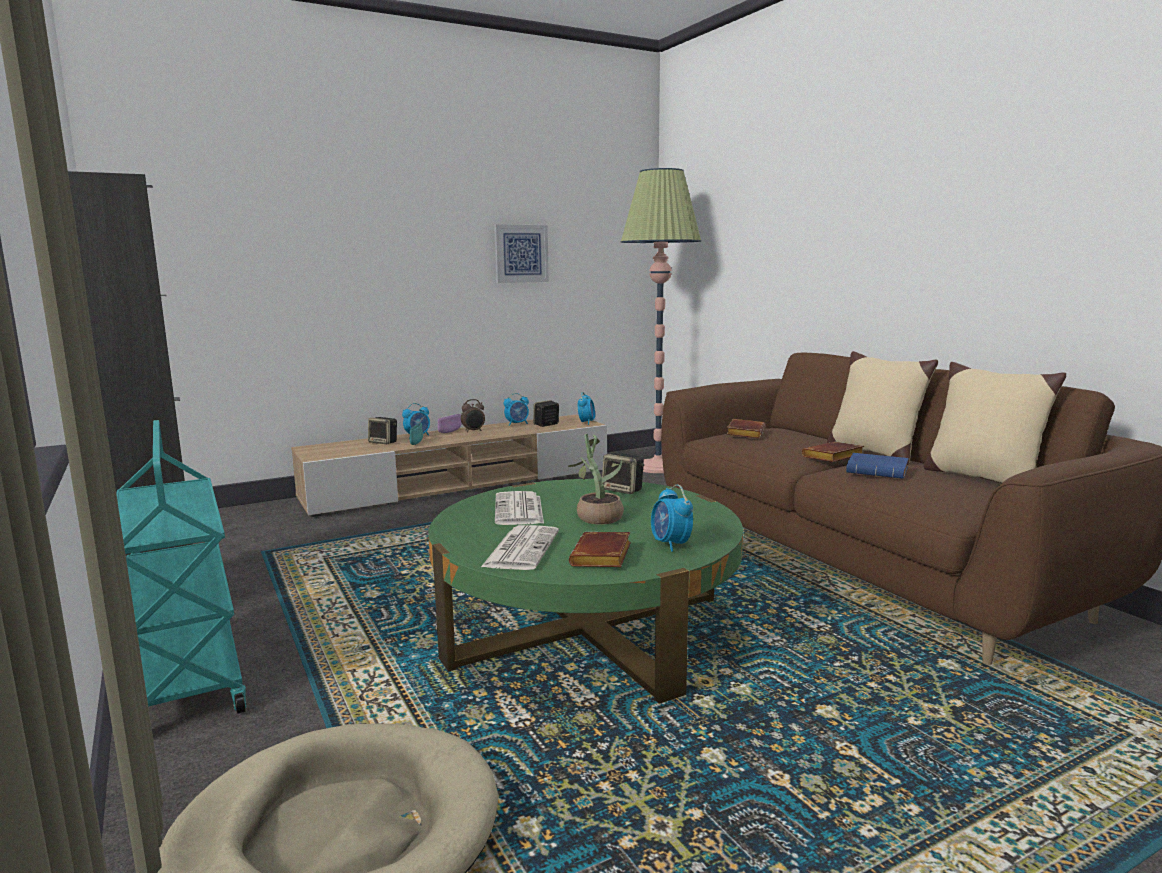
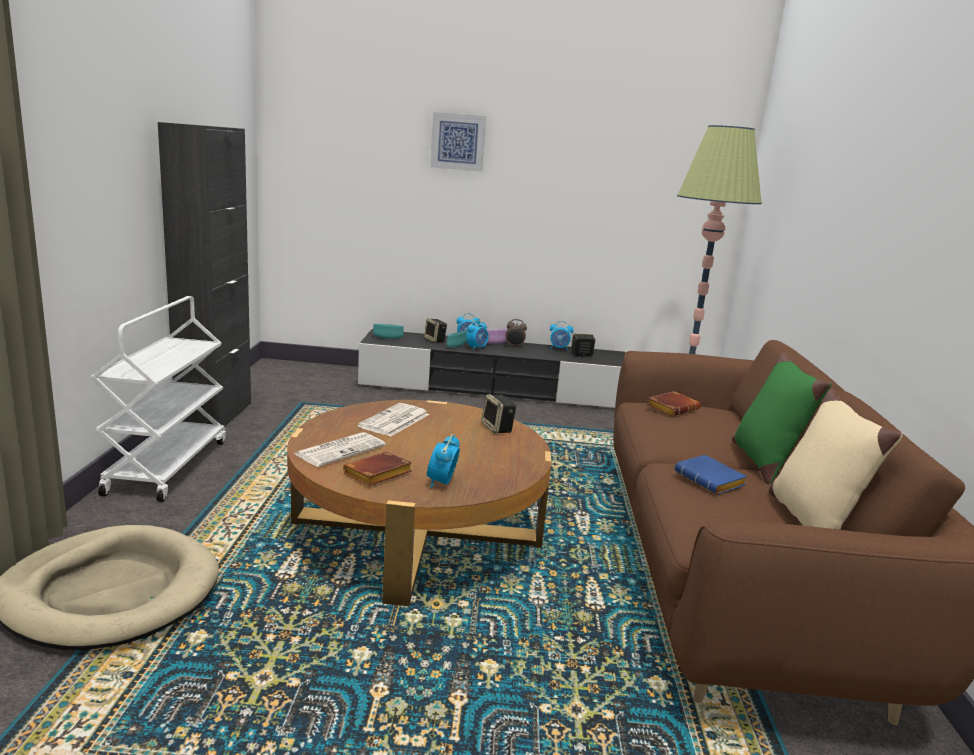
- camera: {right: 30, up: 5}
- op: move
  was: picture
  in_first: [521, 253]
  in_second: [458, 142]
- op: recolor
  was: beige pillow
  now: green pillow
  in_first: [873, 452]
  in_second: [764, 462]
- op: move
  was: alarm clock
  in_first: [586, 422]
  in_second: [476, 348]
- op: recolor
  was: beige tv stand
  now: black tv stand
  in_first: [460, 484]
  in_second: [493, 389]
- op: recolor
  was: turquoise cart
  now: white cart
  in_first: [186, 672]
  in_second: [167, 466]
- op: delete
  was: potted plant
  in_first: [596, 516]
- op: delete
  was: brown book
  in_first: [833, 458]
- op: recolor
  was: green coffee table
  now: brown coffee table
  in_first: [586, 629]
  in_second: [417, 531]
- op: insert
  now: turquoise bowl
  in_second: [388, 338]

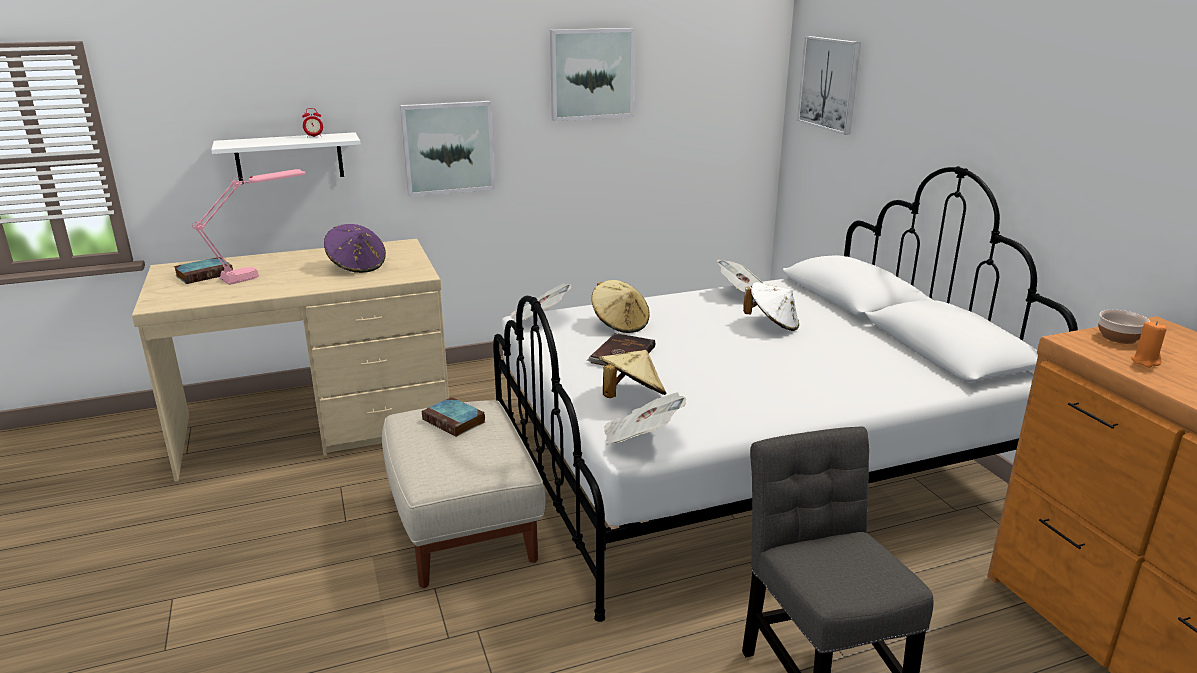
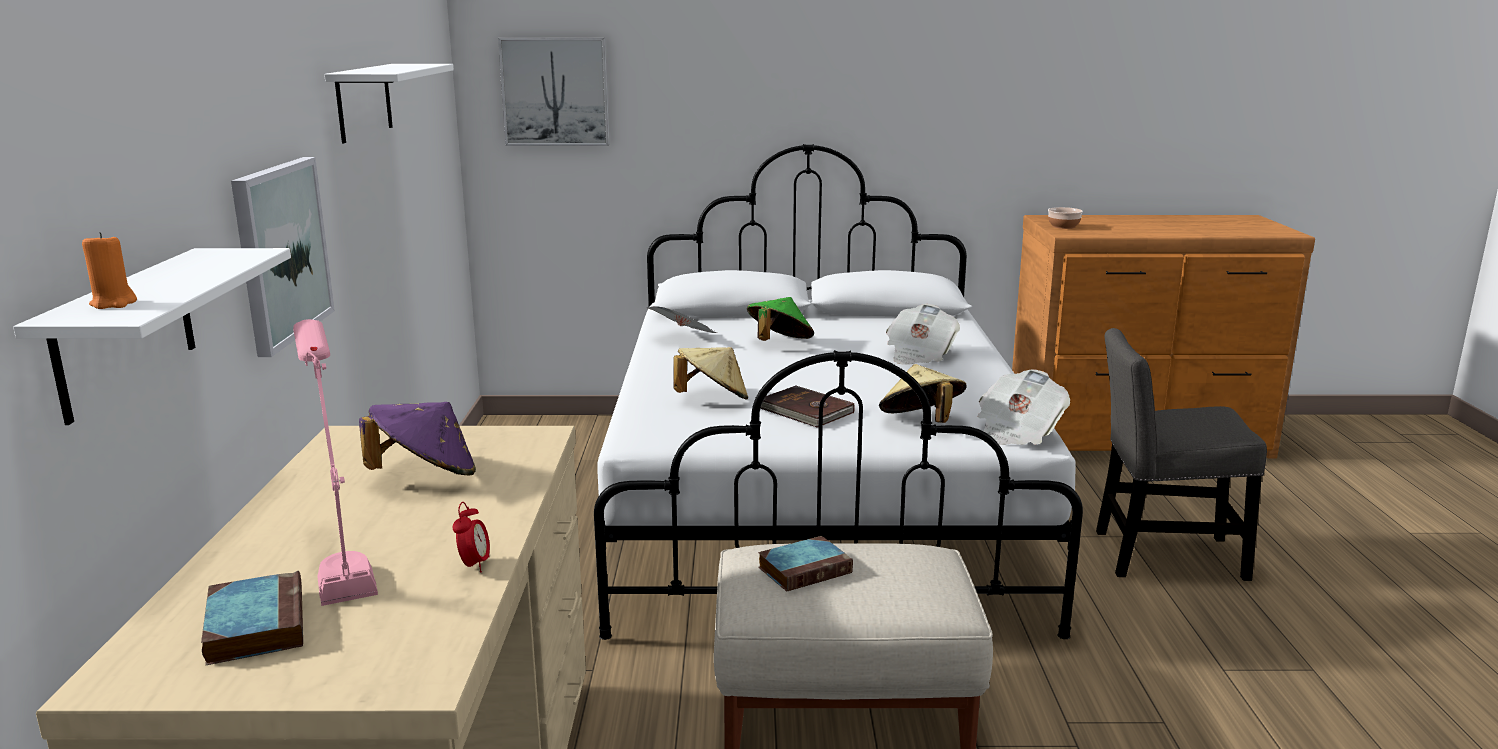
- camera: {right: -70, up: -5}
- op: replace
  was: picture
  now: white shelf
  in_first: [591, 74]
  in_second: [364, 101]
- op: move
  was: alarm clock
  in_first: [314, 137]
  in_second: [474, 565]
- op: recolor
  was: white hat
  now: green hat
  in_first: [772, 325]
  in_second: [779, 343]
- op: move
  was: newspaper
  in_first: [539, 319]
  in_second: [919, 355]
- op: move
  was: orange candle
  in_first: [1145, 361]
  in_second: [114, 304]

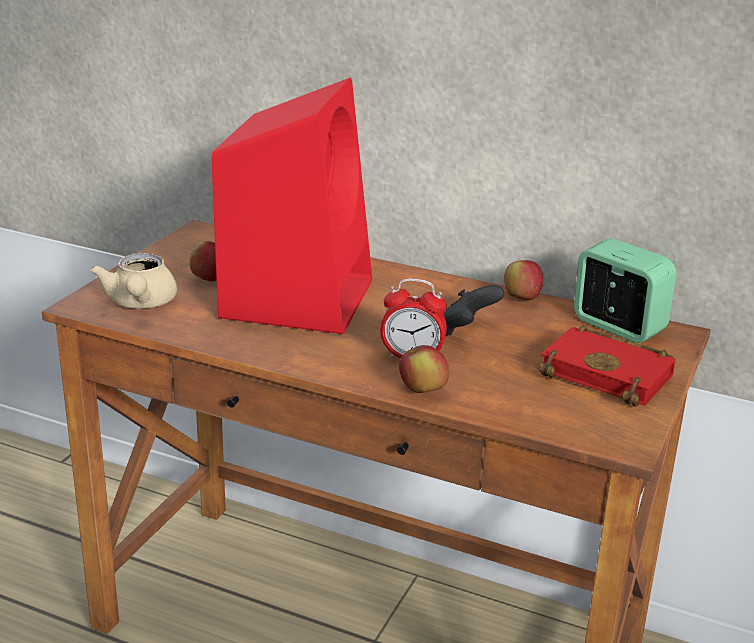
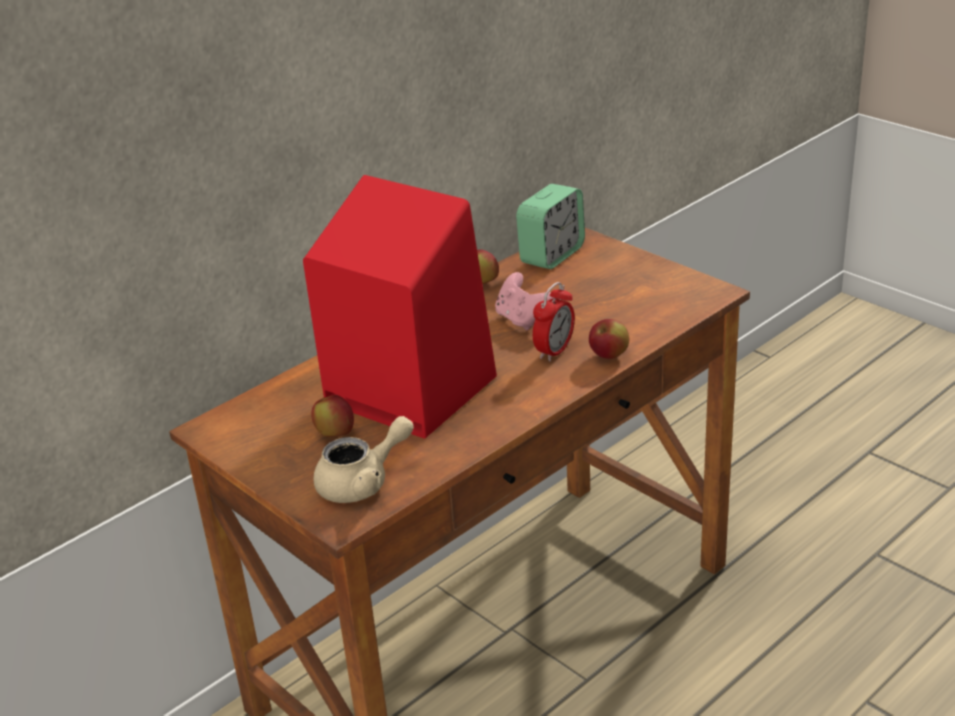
- camera: {right: -65, up: 5}
- op: rotate
  was: alarm clock
  in_first: [618, 326]
  in_second: [552, 255]
  clockwise: 150
- op: rotate
  was: beige teapot
  in_first: [140, 304]
  in_second: [363, 482]
  clockwise: -45
- op: recolor
  was: black game controller
  now: pink game controller
  in_first: [464, 331]
  in_second: [523, 319]
- op: delete
  was: red book
  in_first: [610, 374]

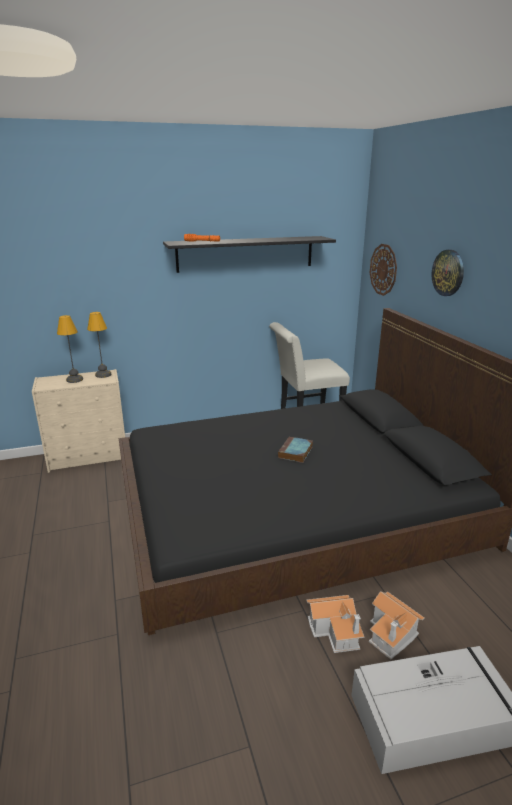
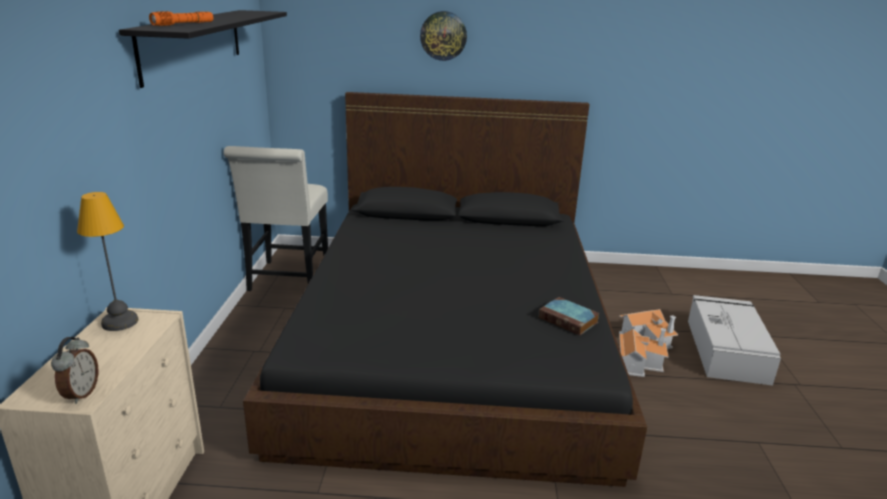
- camera: {right: -70, up: 0}
- op: delete
  was: wall clock
  in_first: [383, 269]
- op: delete
  was: table lamp
  in_first: [75, 379]
- op: move
  was: book
  in_first: [295, 452]
  in_second: [569, 320]
- op: insert
  now: alarm clock
  in_second: [80, 394]

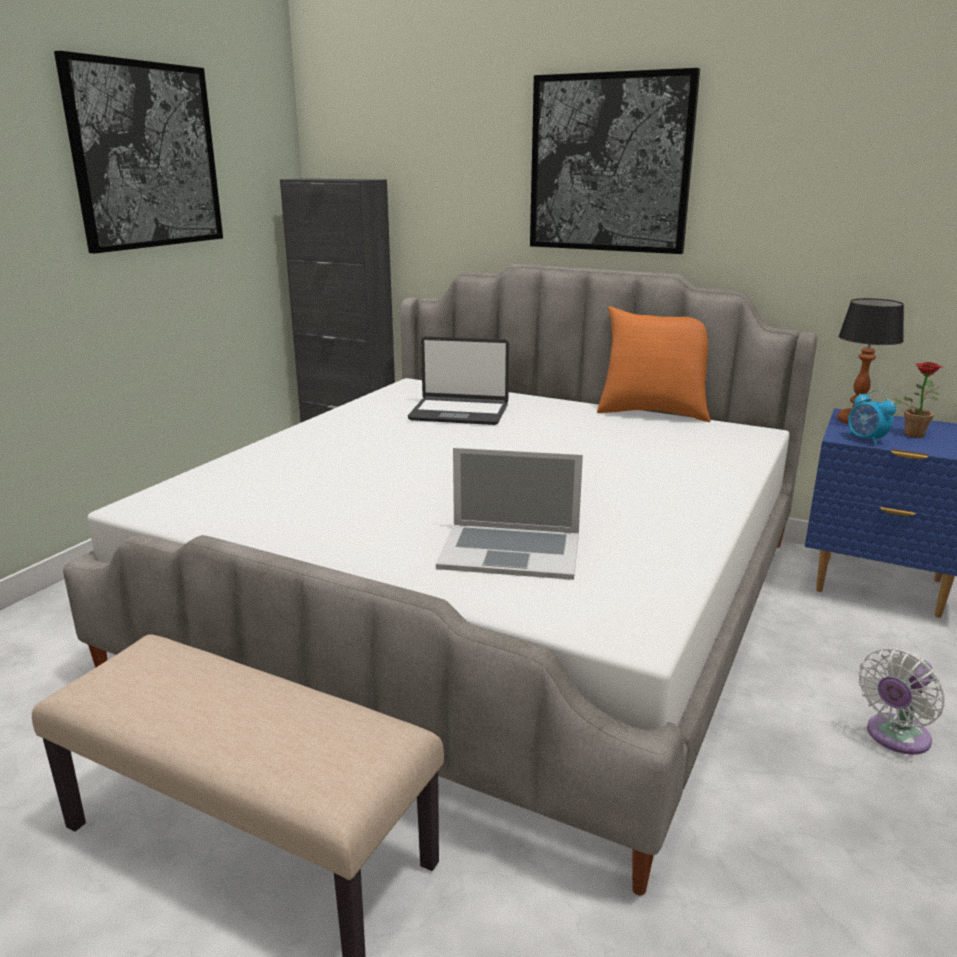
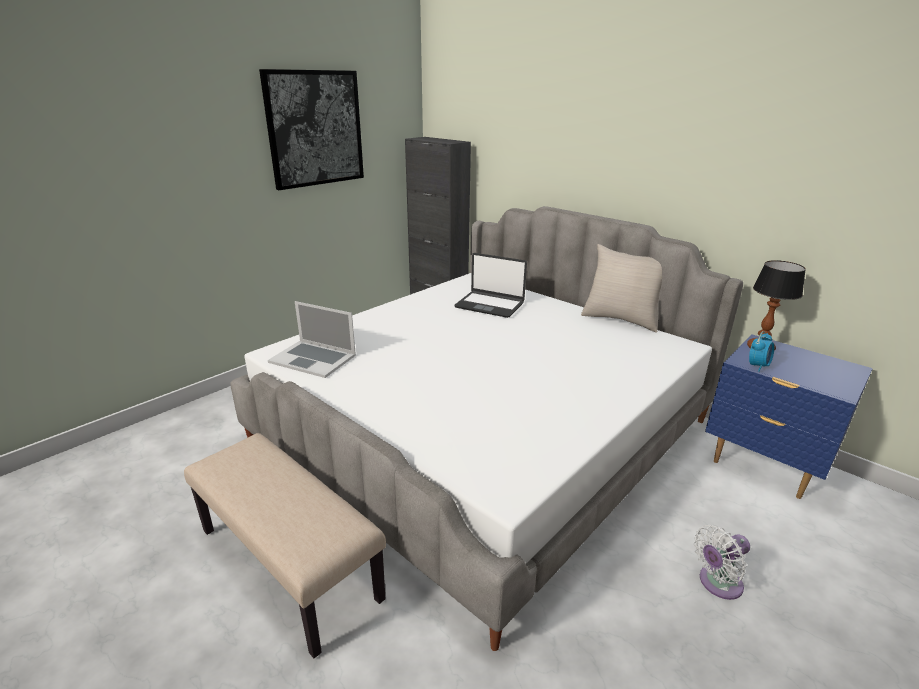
- camera: {right: 15, up: 5}
- op: delete
  was: picture
  in_first: [609, 164]
- op: recolor
  was: orange pillow
  now: beige pillow
  in_first: [653, 412]
  in_second: [621, 319]
- op: delete
  was: potted plant
  in_first: [913, 433]
- op: rotate
  was: alarm clock
  in_first: [866, 440]
  in_second: [758, 366]
  clockwise: -120
- op: move
  was: laptop
  in_first: [510, 551]
  in_second: [313, 358]

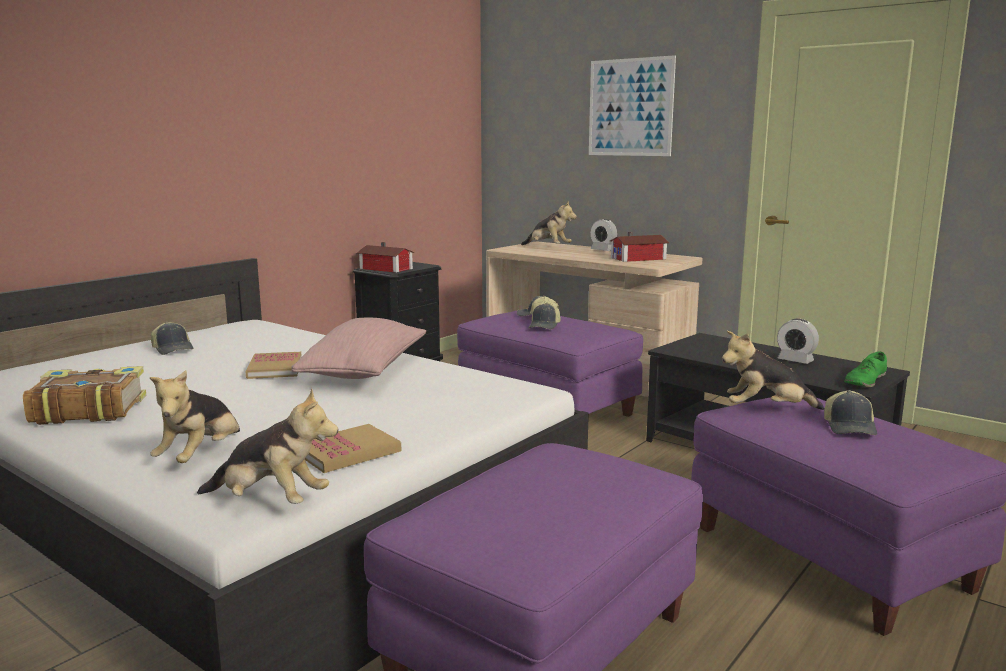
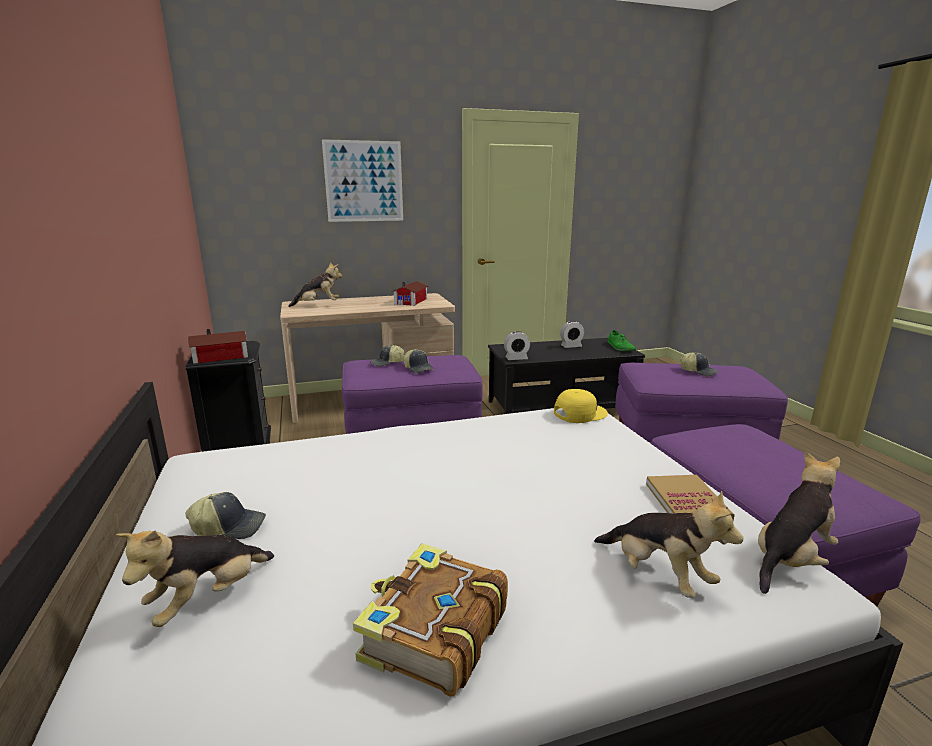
- camera: {right: -55, up: 5}
- op: move
  was: alarm clock
  in_first: [603, 250]
  in_second: [516, 358]
- op: delete
  was: pink pillow
  in_first: [365, 372]
- op: move
  was: plush toy
  in_first: [766, 409]
  in_second: [207, 598]
- op: delete
  was: book
  in_first: [275, 368]
- op: insert
  now: yellow cap
  in_second: [579, 413]

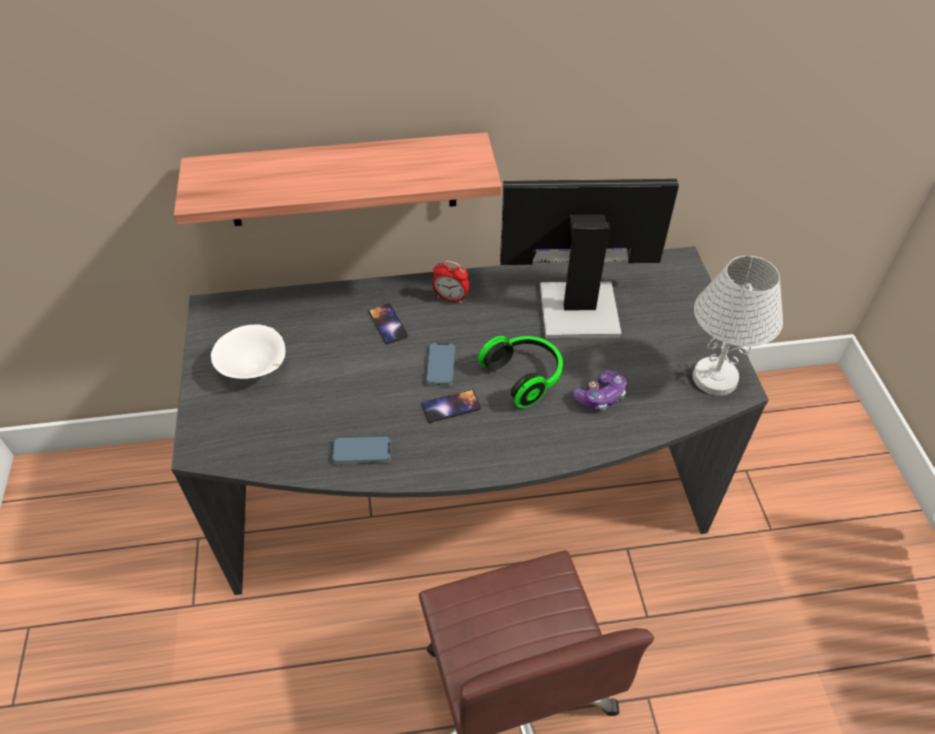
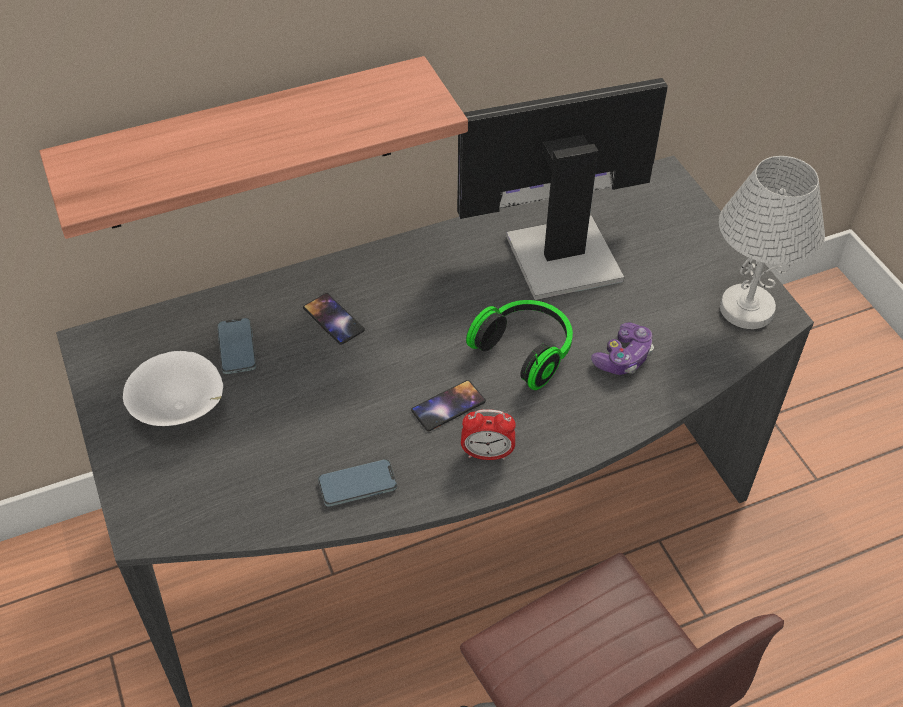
- camera: {right: -15, up: 0}
- op: move
  was: alarm clock
  in_first: [451, 298]
  in_second: [487, 454]
- op: move
  was: phone
  in_first: [441, 366]
  in_second: [237, 348]

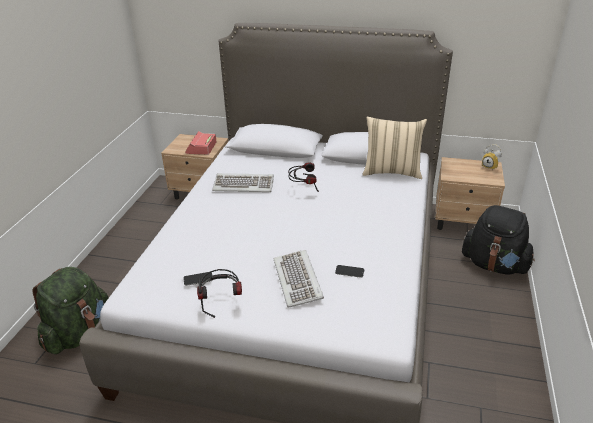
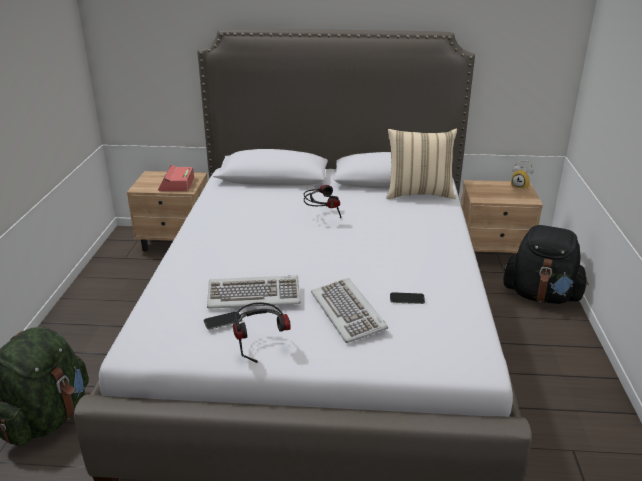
- camera: {right: -10, up: -5}
- op: move
  was: keyboard
  in_first: [244, 185]
  in_second: [254, 295]

